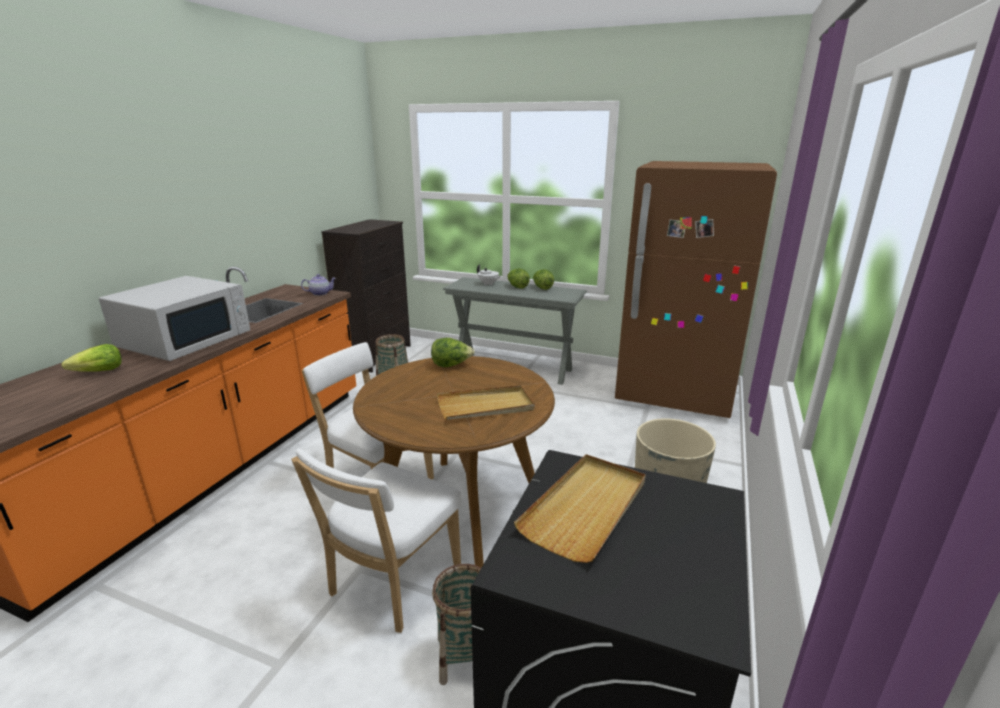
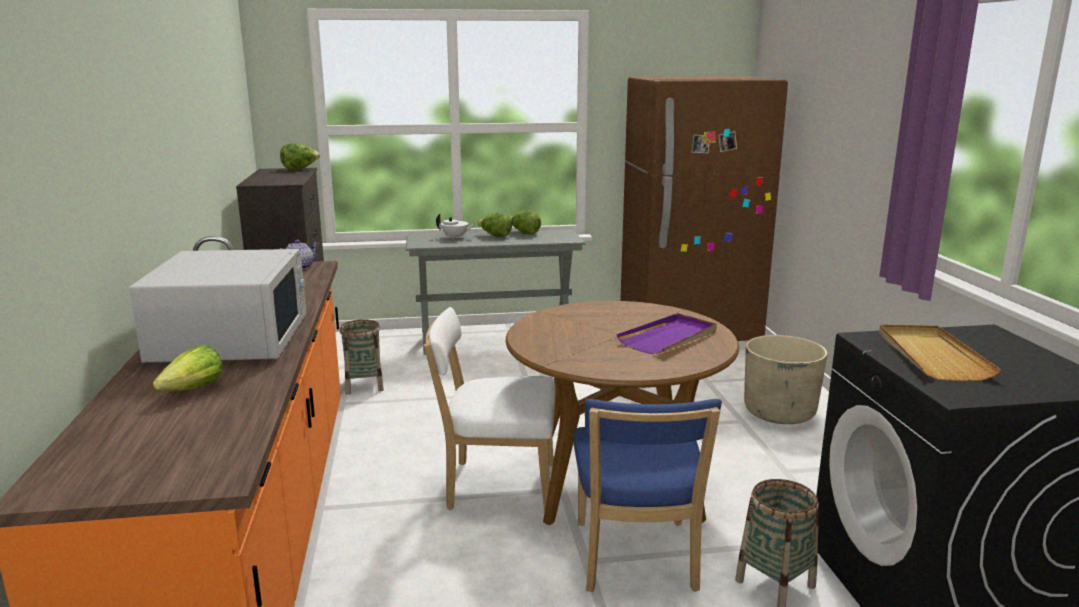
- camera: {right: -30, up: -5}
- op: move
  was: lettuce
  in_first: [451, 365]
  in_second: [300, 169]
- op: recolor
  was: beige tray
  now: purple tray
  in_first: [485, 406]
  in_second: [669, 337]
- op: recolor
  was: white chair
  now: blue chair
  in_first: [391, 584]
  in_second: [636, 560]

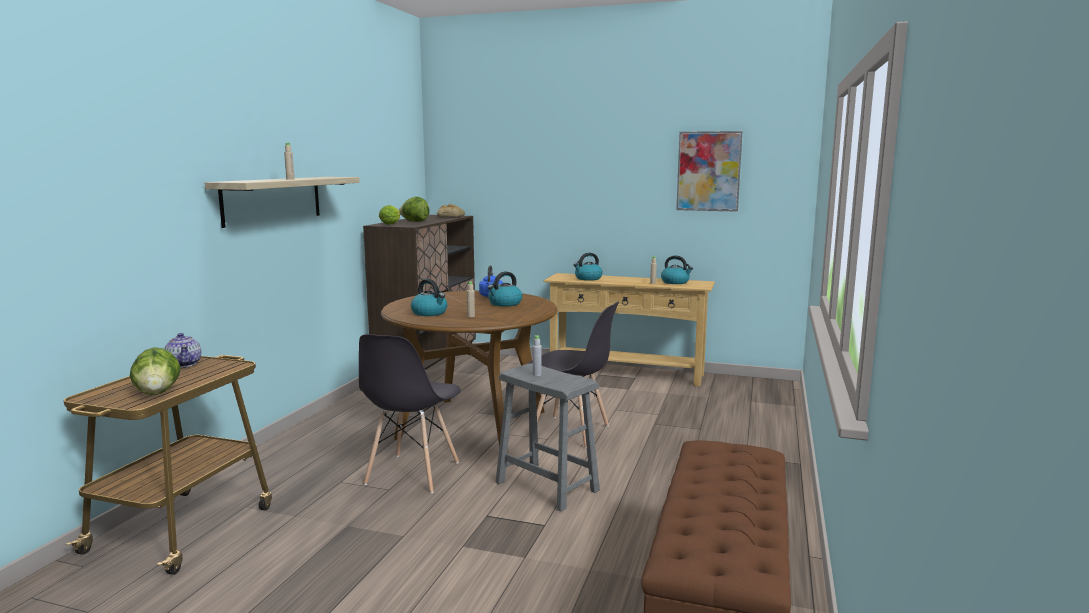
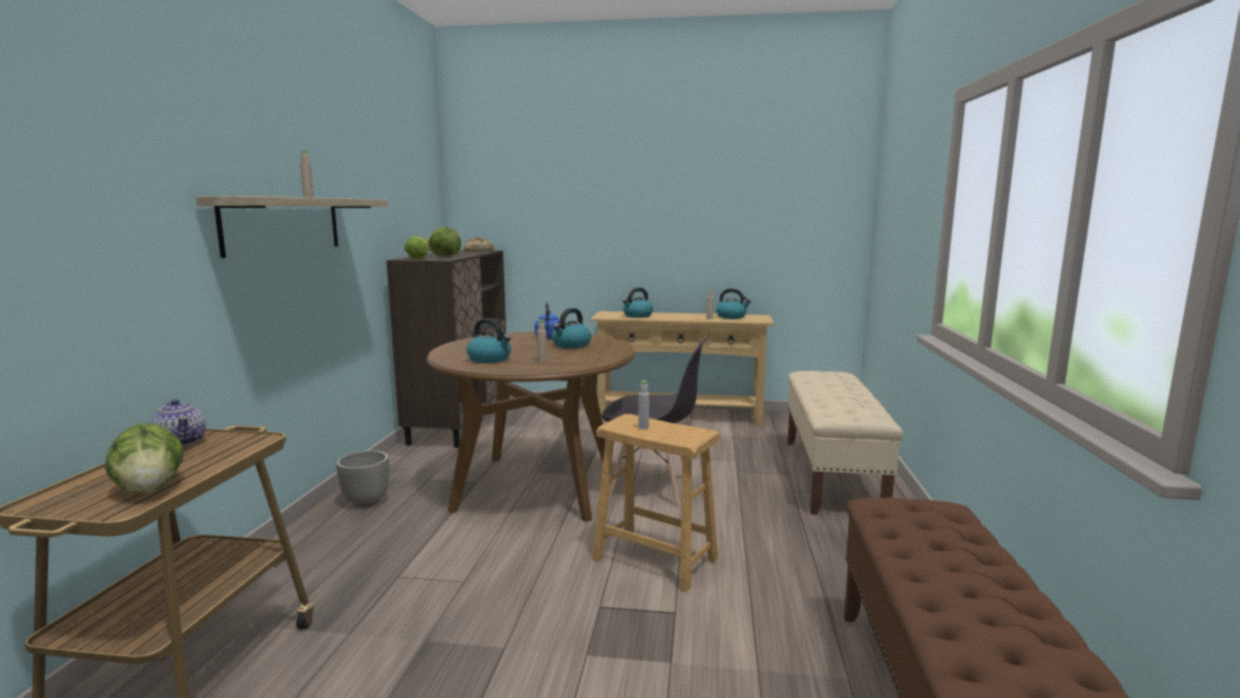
- camera: {right: -10, up: 0}
- op: delete
  was: picture
  in_first: [708, 171]
- op: delete
  was: grey chair
  in_first: [412, 474]
- op: recolor
  was: grey stool
  now: brown stool
  in_first: [546, 486]
  in_second: [655, 559]
- op: insert
  now: beige bench
  in_second: [832, 475]
- op: insert
  now: planter
  in_second: [366, 501]

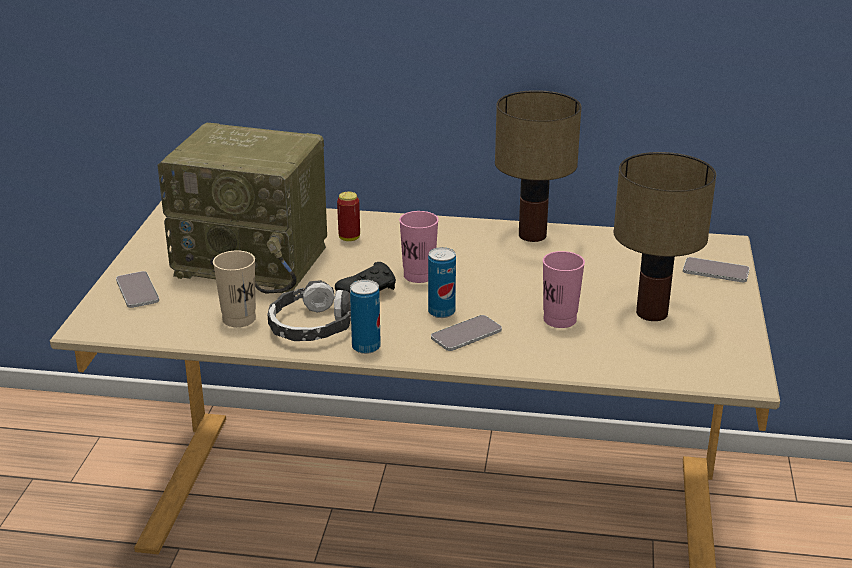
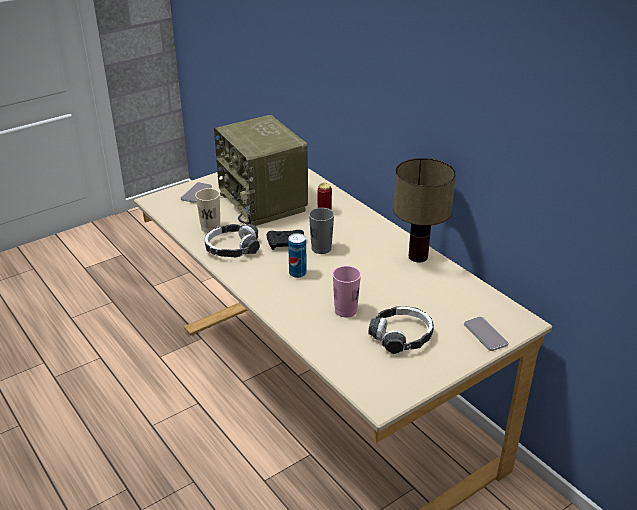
- camera: {right: 45, up: 5}
- op: replace
  was: table lamp
  now: headphones
  in_first: [653, 313]
  in_second: [401, 336]
- op: recolor
  was: pink cup
  now: grey cup
  in_first: [419, 275]
  in_second: [321, 248]
- op: delete
  was: can
  in_first: [366, 347]
- op: delete
  was: phone
  in_first: [466, 334]

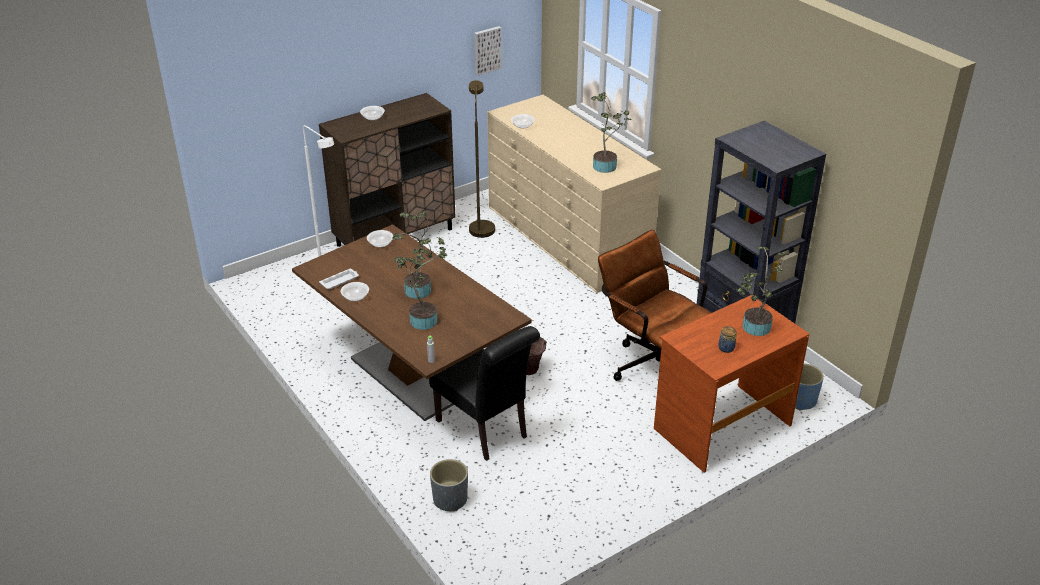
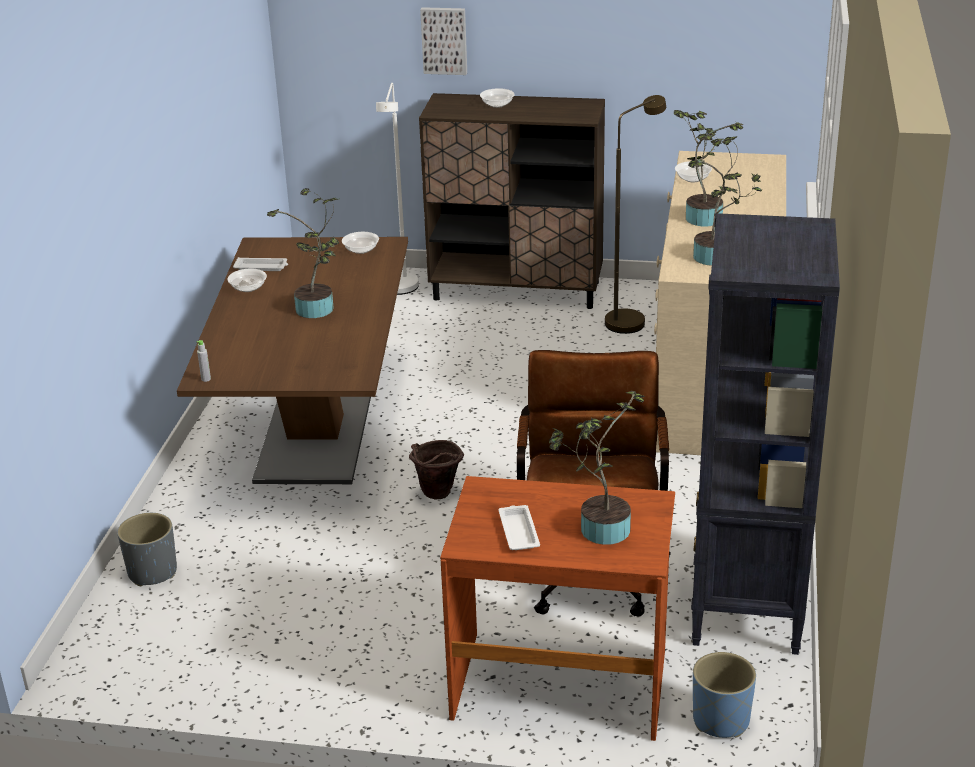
- camera: {right: 45, up: -5}
- op: move
  was: picture
  in_first: [486, 50]
  in_second: [444, 40]
- op: move
  was: potted plant
  in_first: [421, 320]
  in_second: [702, 216]
- op: delete
  was: black chair
  in_first: [486, 431]
- op: replace
  was: jar
  now: white tray
  in_first: [726, 348]
  in_second: [518, 531]

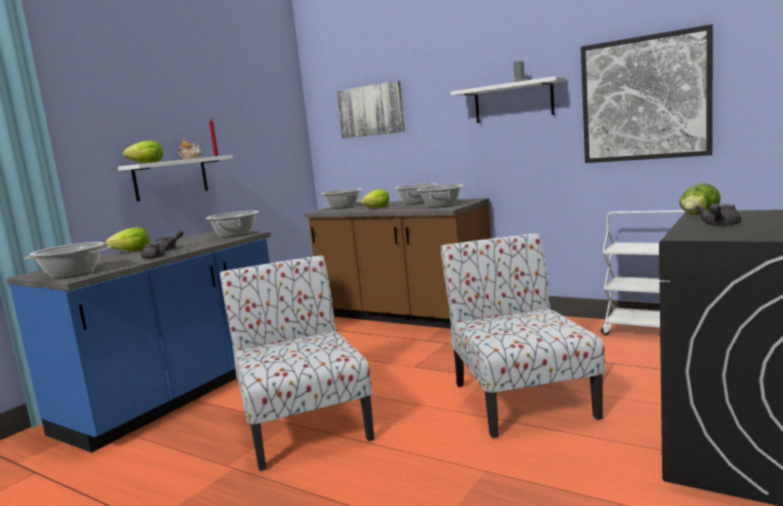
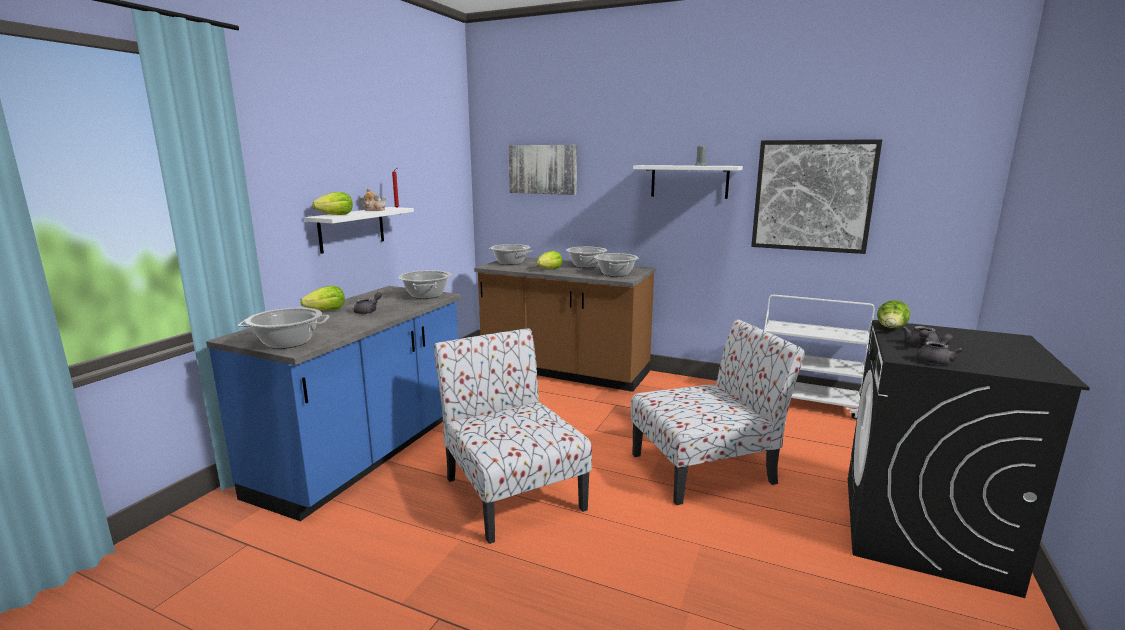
- camera: {right: -10, up: 5}
- op: rotate
  was: chair
  in_first: [521, 398]
  in_second: [705, 468]
  clockwise: 90
- op: move
  was: grey teapot
  in_first: [158, 256]
  in_second: [937, 360]

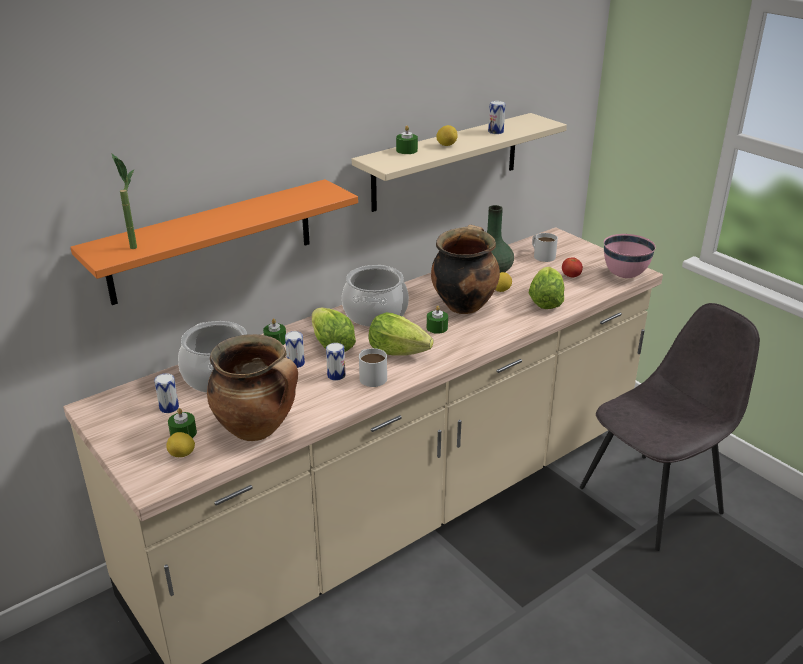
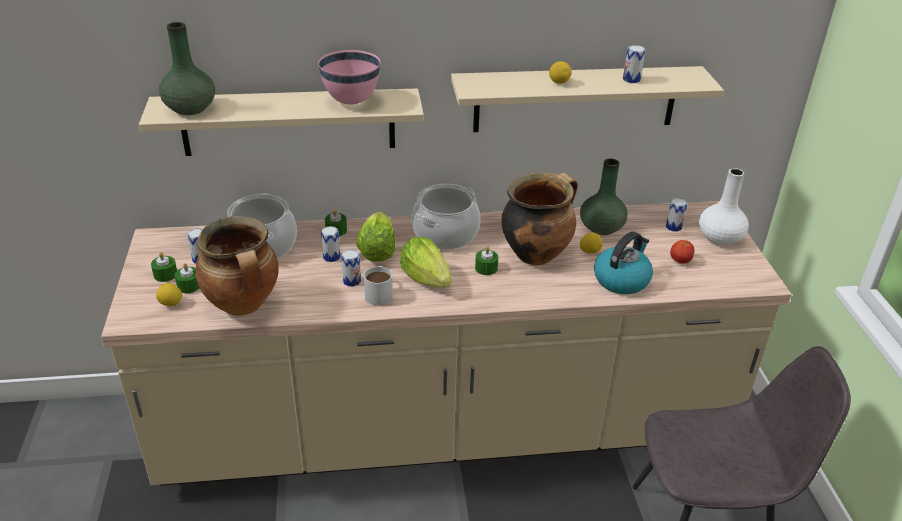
- camera: {right: 30, up: 5}
- op: move
  was: green candle
  in_first: [406, 150]
  in_second: [165, 274]
- op: replace
  was: potted plant
  now: green vase
  in_first: [133, 244]
  in_second: [191, 108]
- op: recolor
  was: orange shelf
  now: beige shelf
  in_first: [212, 241]
  in_second: [289, 122]
- op: replace
  was: white mug
  now: can
  in_first: [541, 255]
  in_second: [673, 227]
- op: move
  was: pink bowl
  in_first: [624, 275]
  in_second: [351, 102]
- op: replace
  was: lettuce
  now: kettle
  in_first: [545, 302]
  in_second: [621, 279]
- op: insert
  now: white vase
  in_second: [719, 238]

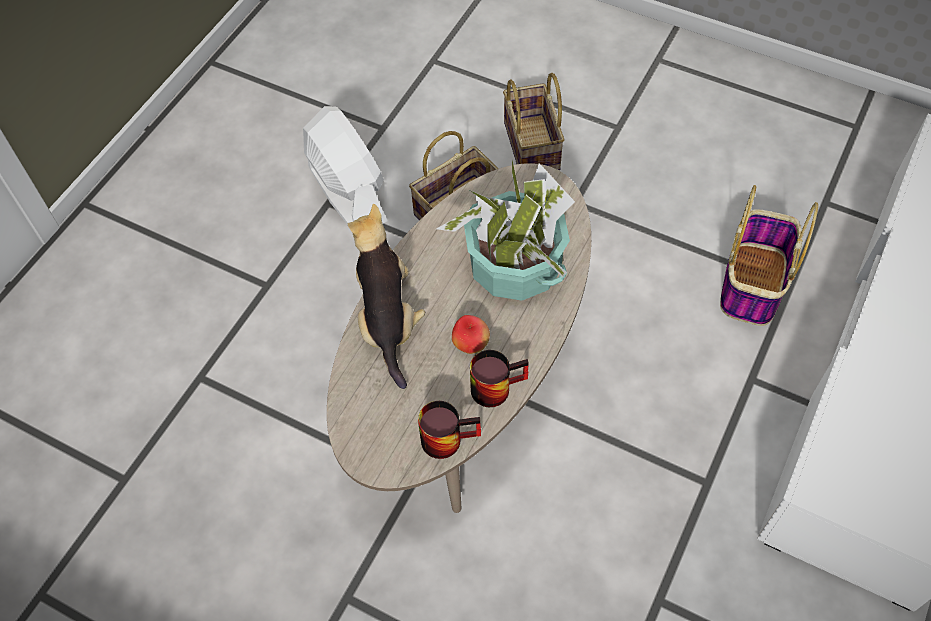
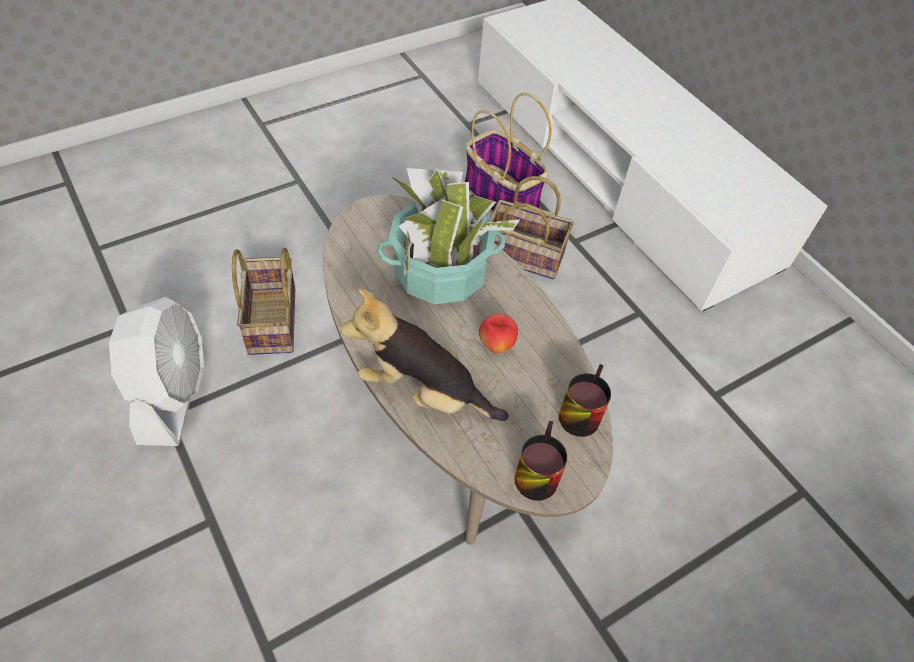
- camera: {right: -65, up: -5}
- op: move
  was: basket
  in_first: [533, 147]
  in_second: [526, 255]
- op: rotate
  was: white fan
  in_first: [347, 194]
  in_second: [173, 393]
  clockwise: 90
- op: move
  was: mug
  in_first: [495, 385]
  in_second: [533, 471]

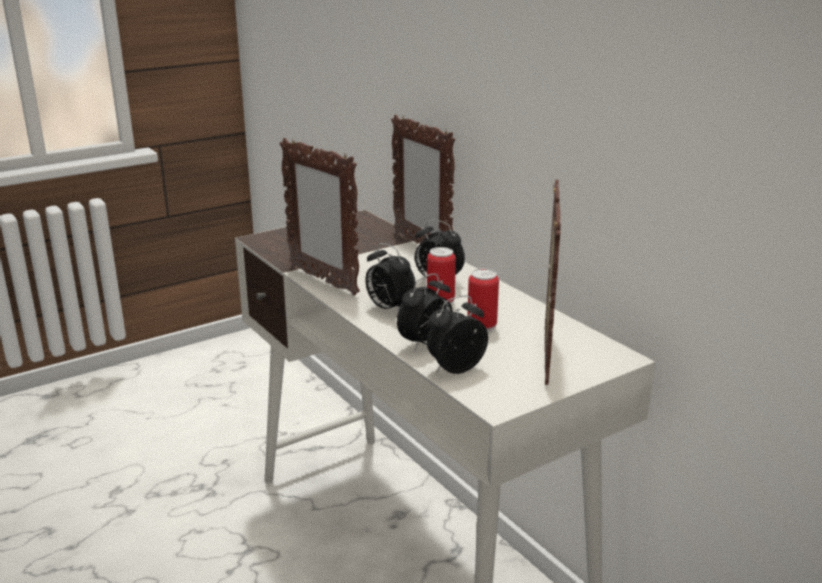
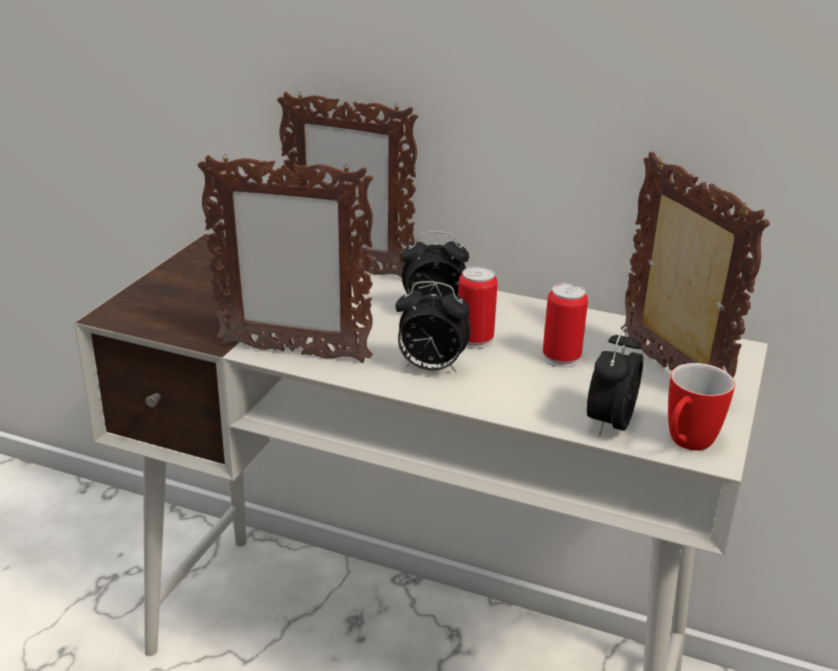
- camera: {right: -35, up: 5}
- op: delete
  was: alarm clock
  in_first: [425, 344]
- op: insert
  now: mug
  in_second: [685, 445]

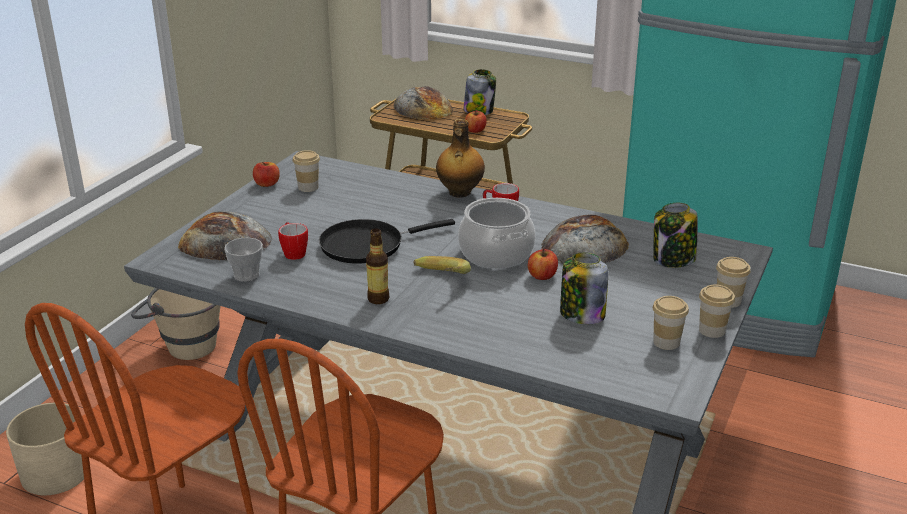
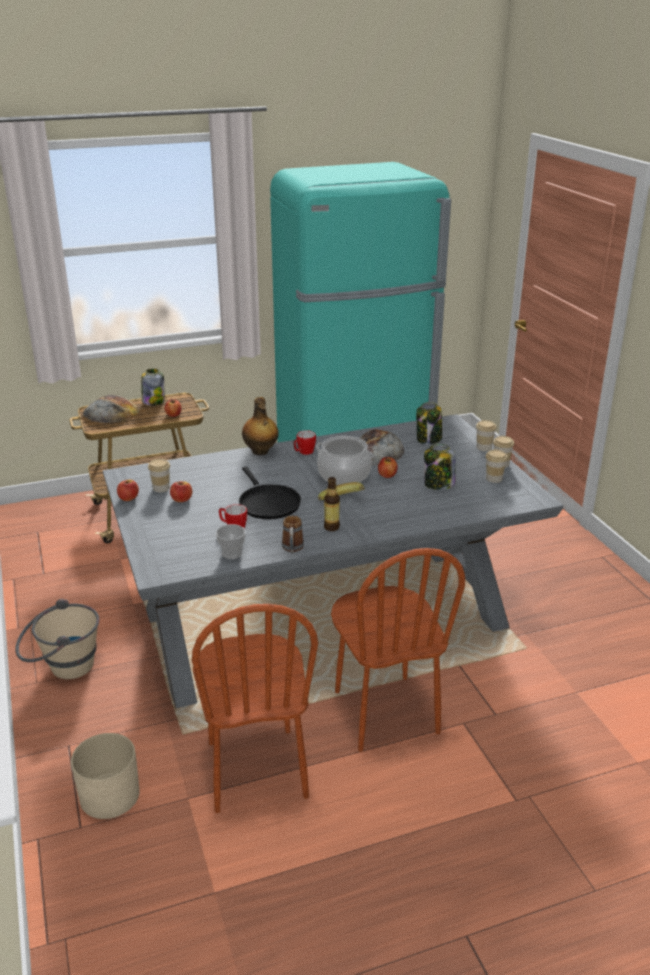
- camera: {right: -45, up: 0}
- op: delete
  was: bread
  in_first: [225, 241]
- op: rotate
  was: black frying pan
  in_first: [367, 245]
  in_second: [268, 503]
  clockwise: -45
- op: insert
  now: apple
  in_second: [181, 499]
- op: insert
  now: mug
  in_second: [292, 549]

